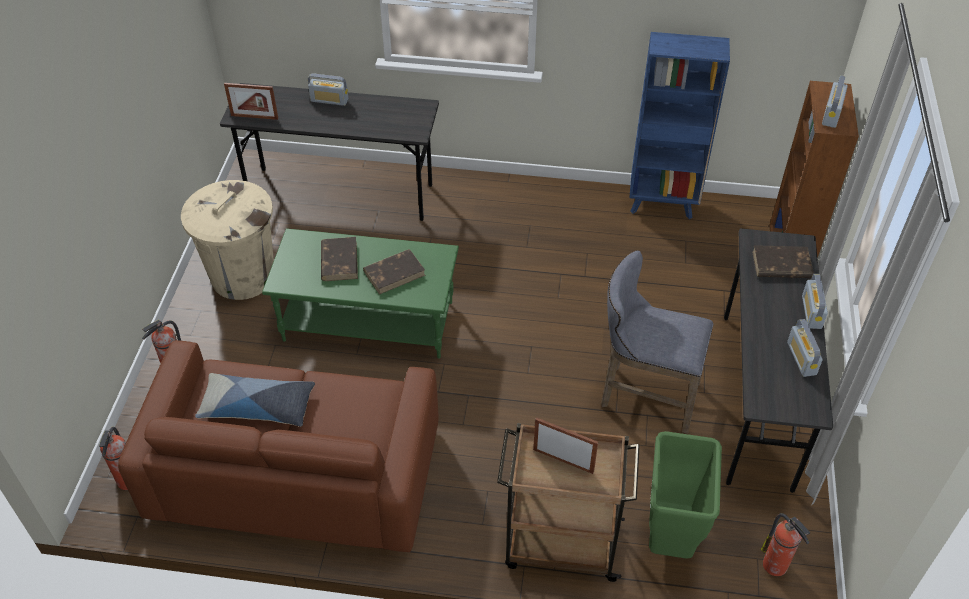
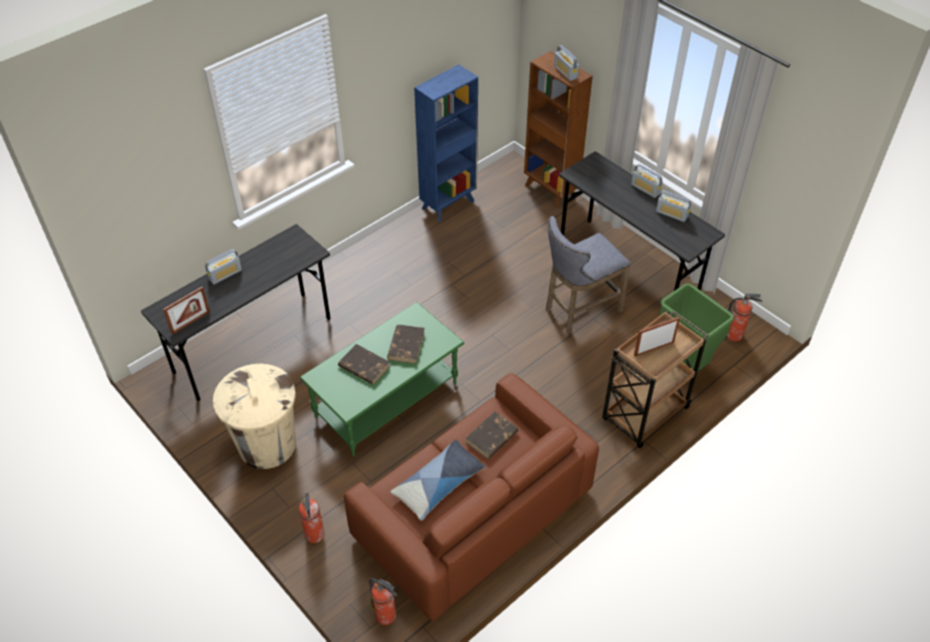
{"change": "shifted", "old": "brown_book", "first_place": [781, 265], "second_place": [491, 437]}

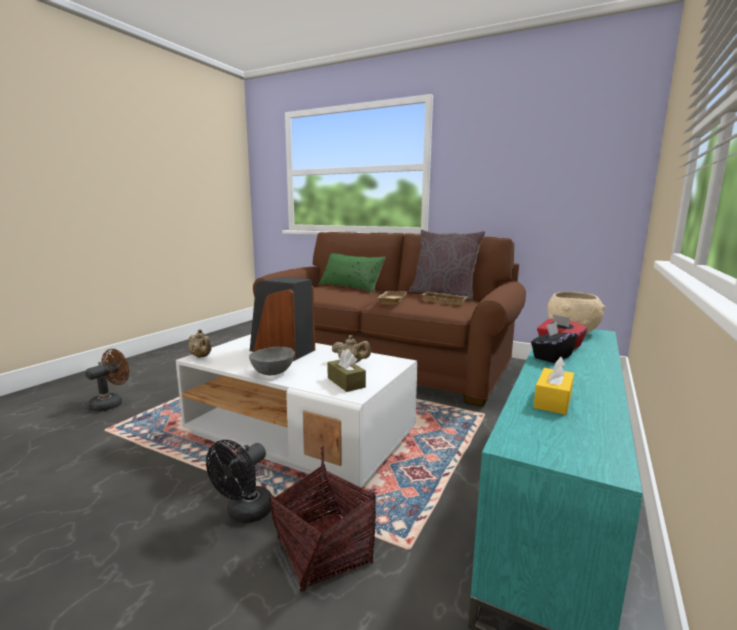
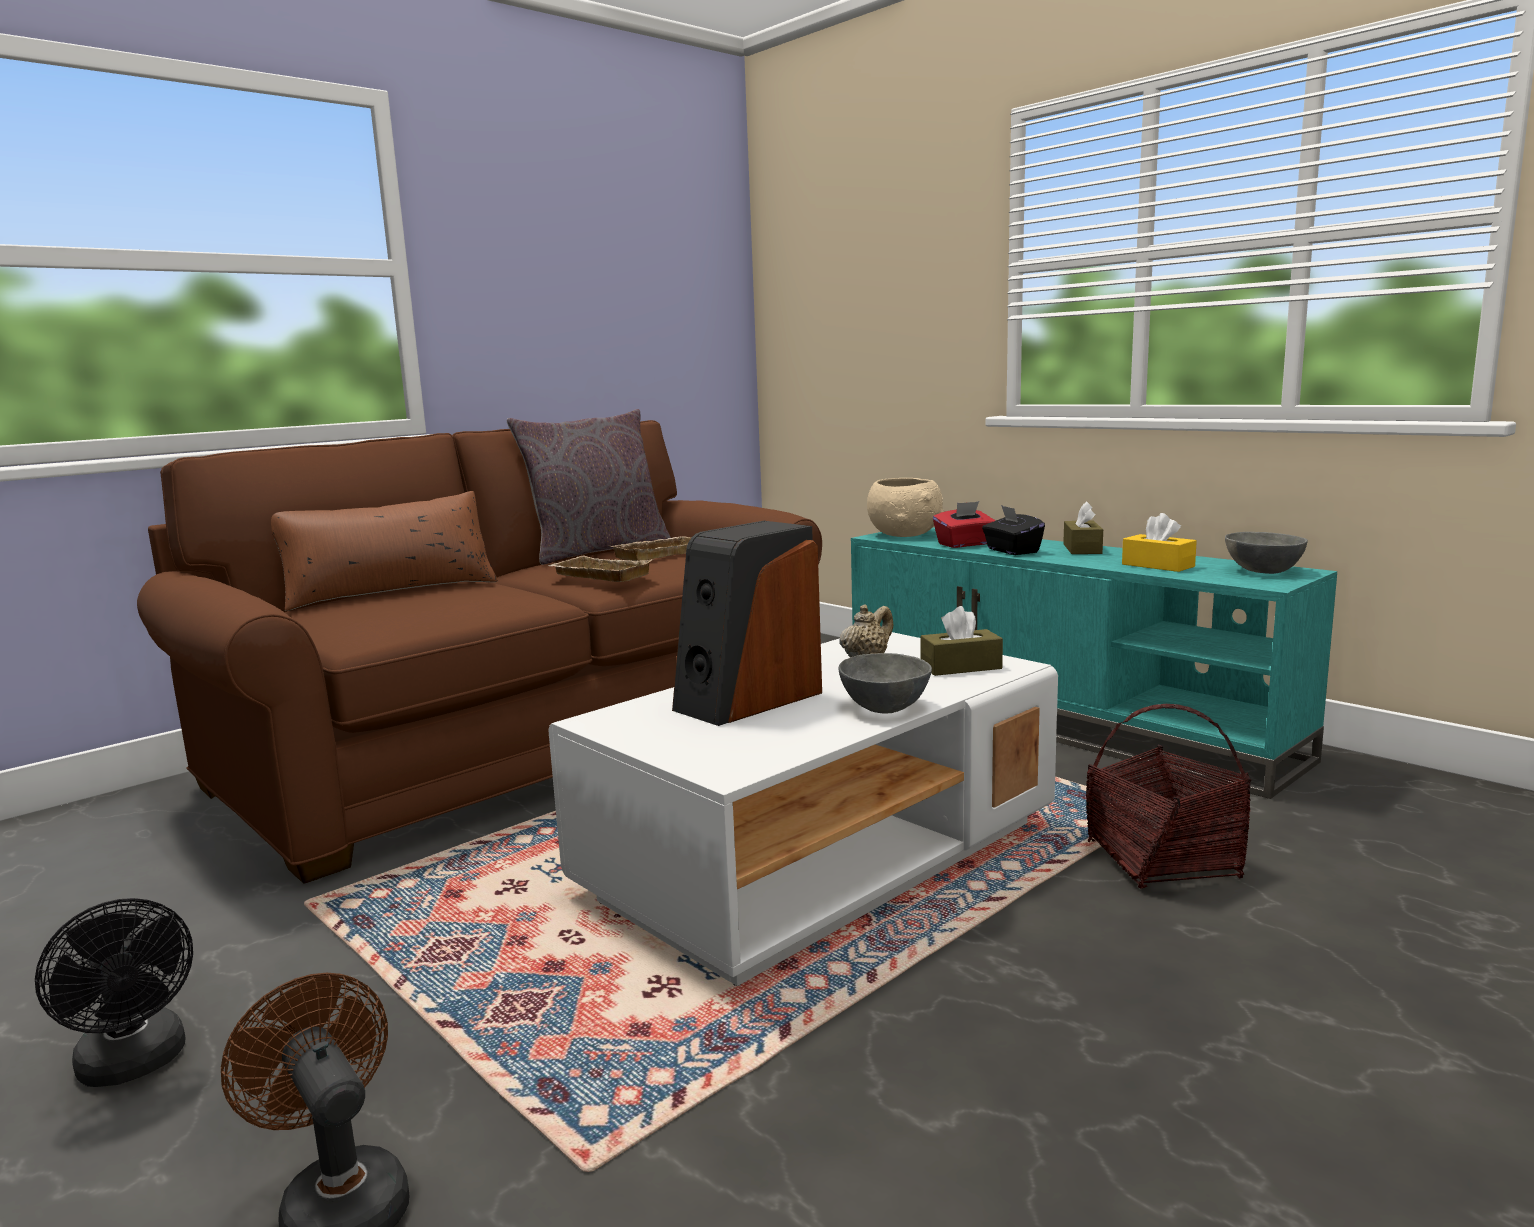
{"change": "shifted", "old": "black_fan", "first_place": [245, 513], "second_place": [136, 1065]}
{"change": "repainted", "old": "green_pillow", "new": "brown_pillow", "first_place": [350, 287], "second_place": [390, 591]}
{"change": "new", "new": "brown_tissue_box", "second_place": [1082, 549]}
{"change": "new", "new": "grey_bowl", "second_place": [1262, 571]}
{"change": "gone", "old": "beige_teapot", "first_place": [201, 356]}

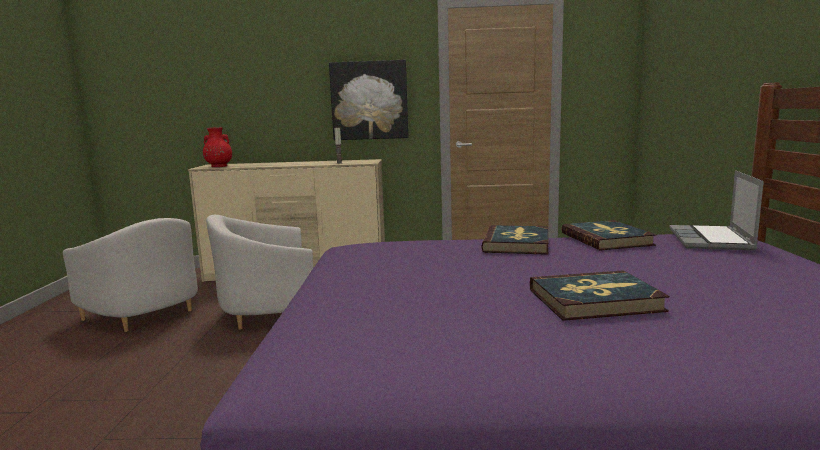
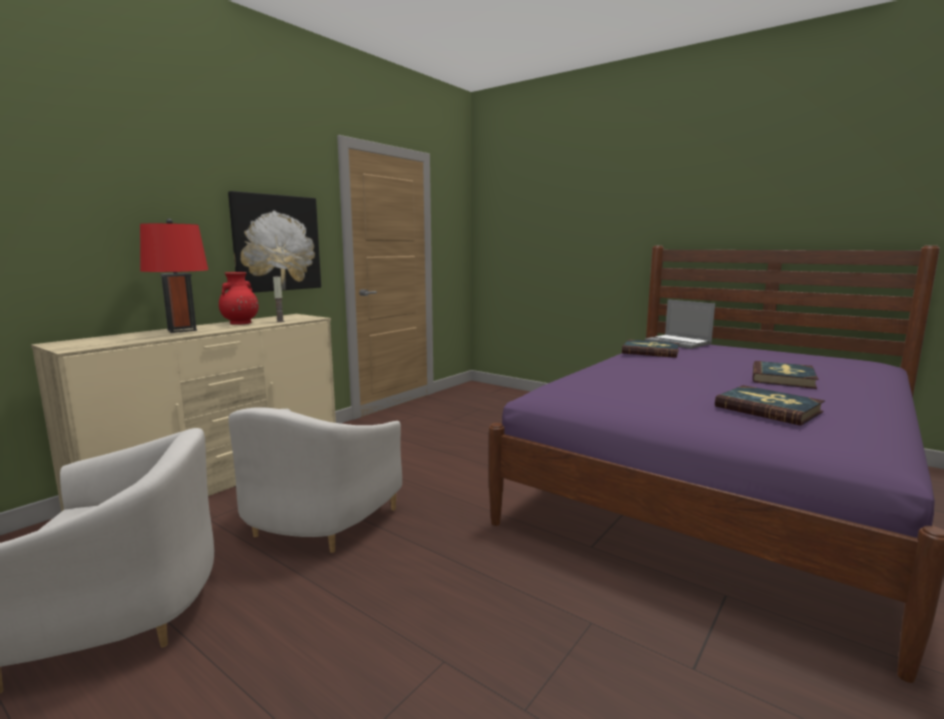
{"change": "new", "new": "red_table_lamp", "second_place": [182, 330]}
{"change": "shifted", "old": "red_vase", "first_place": [218, 166], "second_place": [240, 323]}
{"change": "shifted", "old": "book", "first_place": [517, 244], "second_place": [768, 409]}

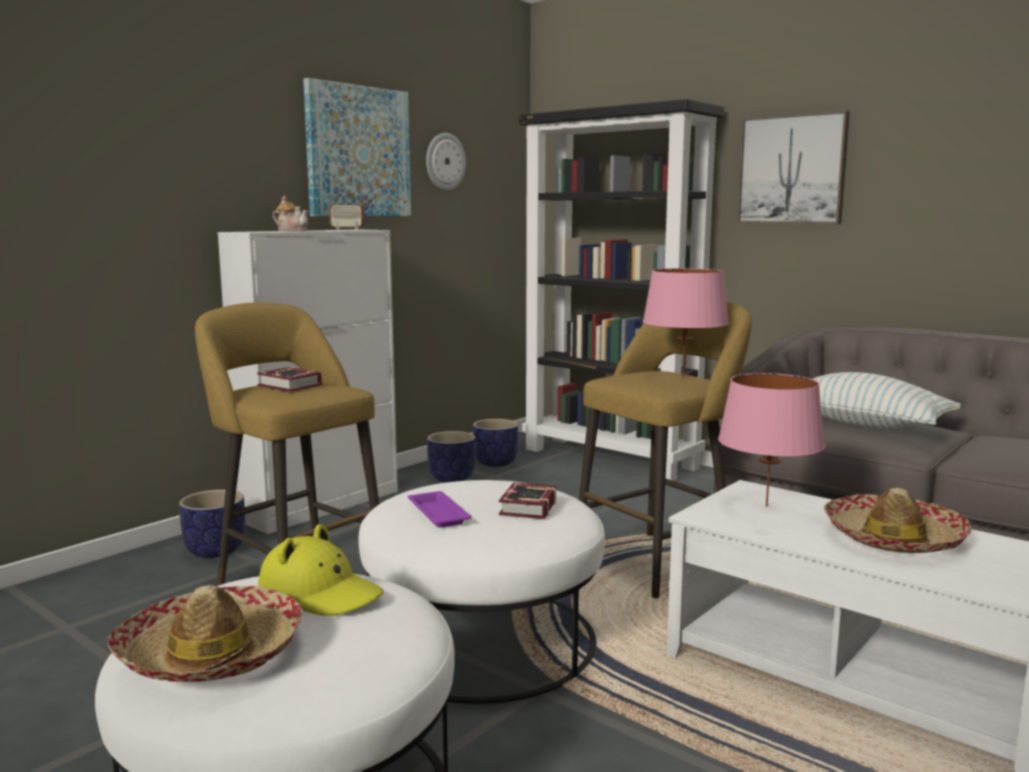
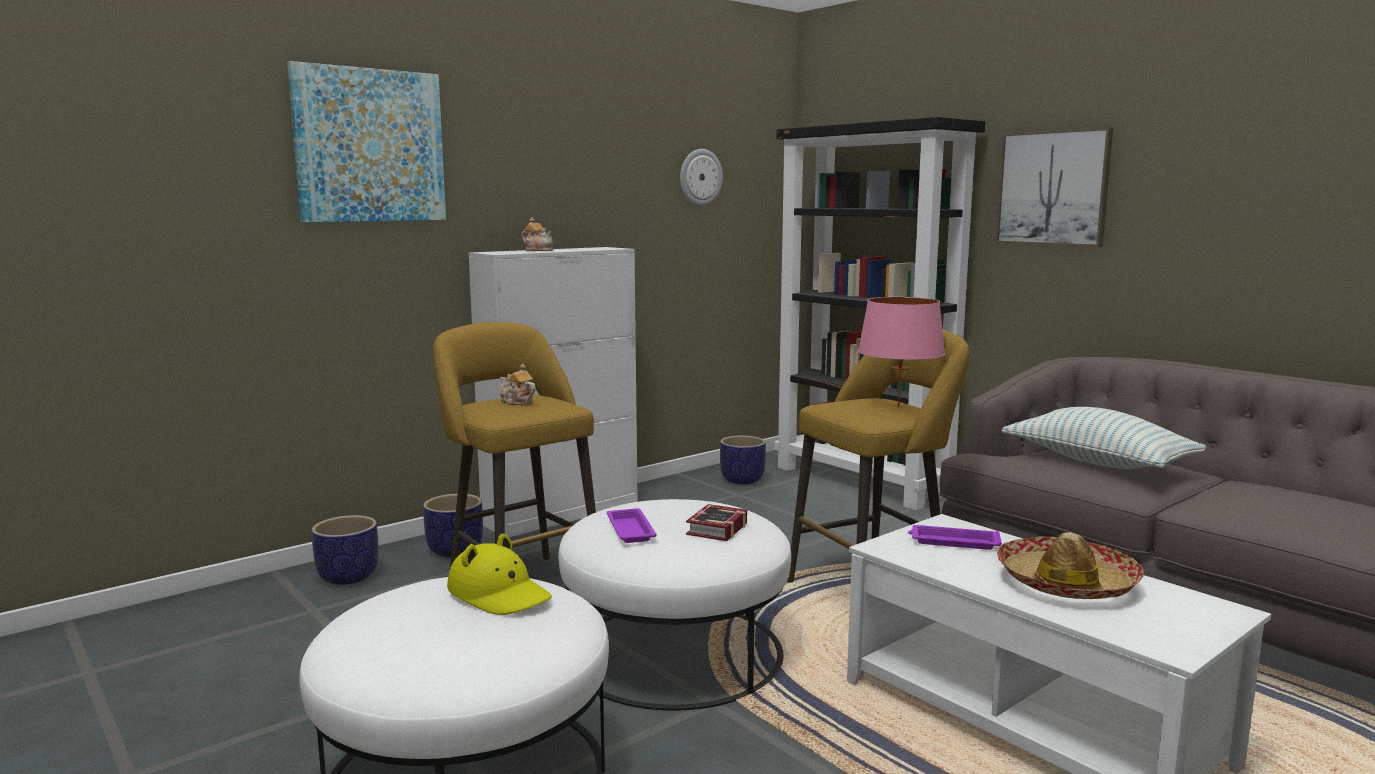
{"change": "shifted", "old": "picture", "first_place": [358, 152], "second_place": [369, 146]}
{"change": "shifted", "old": "planter", "first_place": [452, 478], "second_place": [349, 577]}
{"change": "swapped", "old": "book", "new": "teapot", "first_place": [290, 386], "second_place": [516, 402]}
{"change": "swapped", "old": "pink_table_lamp", "new": "purple_tray", "first_place": [766, 506], "second_place": [953, 542]}
{"change": "gone", "old": "hat", "first_place": [211, 653]}
{"change": "gone", "old": "radio", "first_place": [347, 229]}

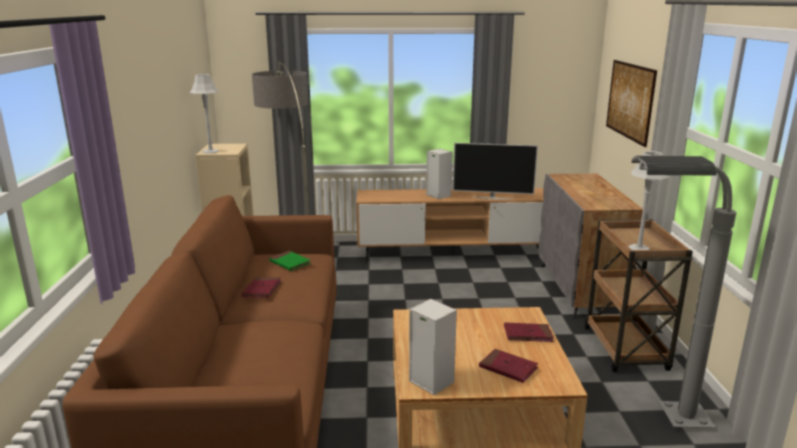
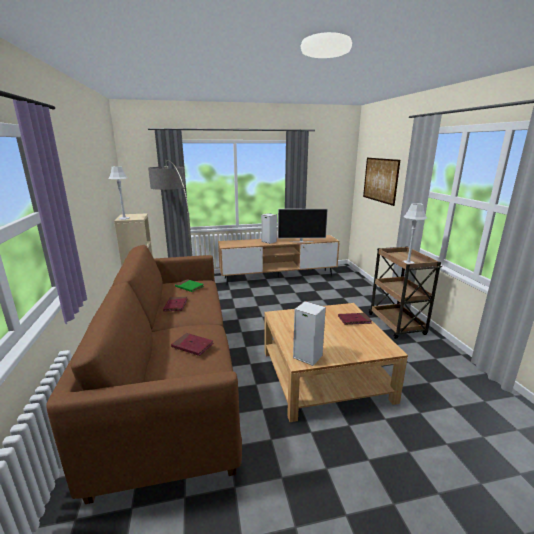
{"change": "shifted", "old": "red_book", "first_place": [508, 368], "second_place": [192, 346]}
{"change": "gone", "old": "grey_cabinet", "first_place": [579, 290]}
{"change": "gone", "old": "grey_floor_lamp", "first_place": [656, 418]}

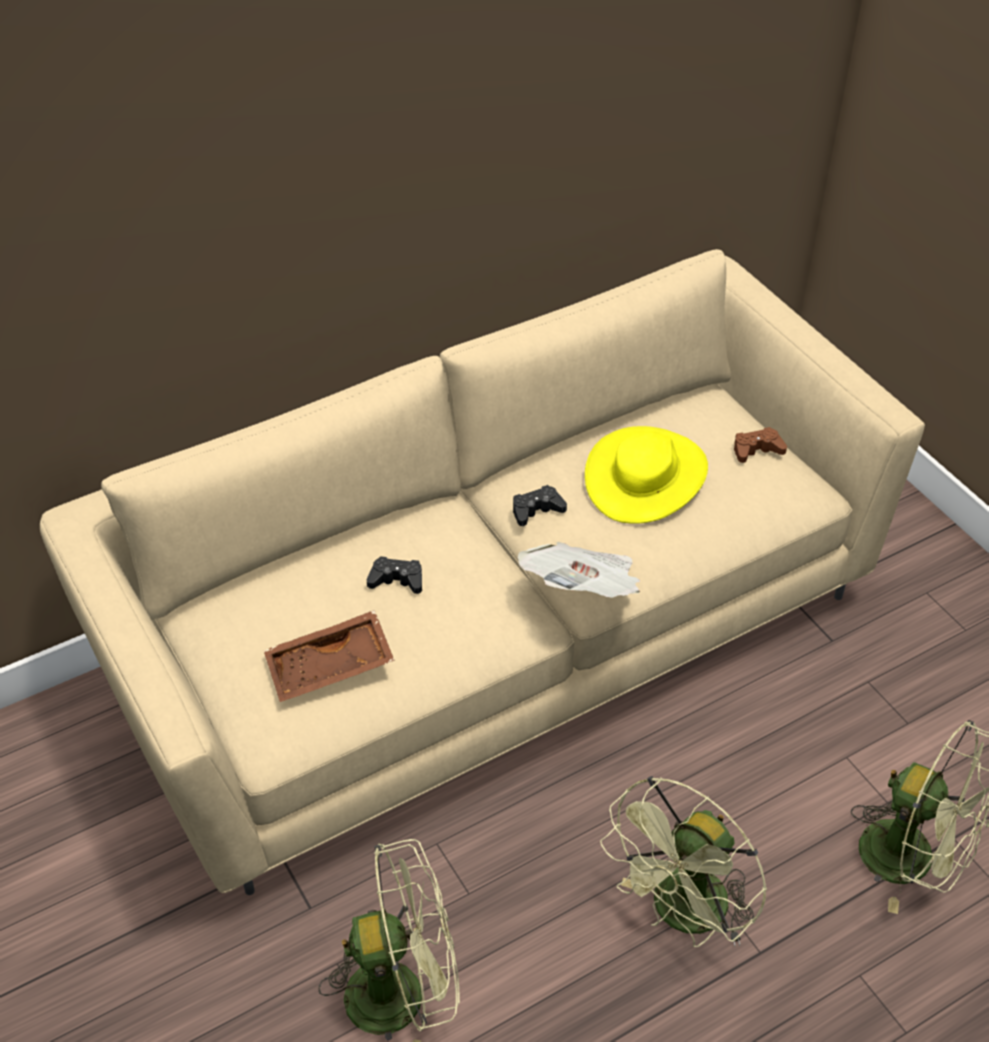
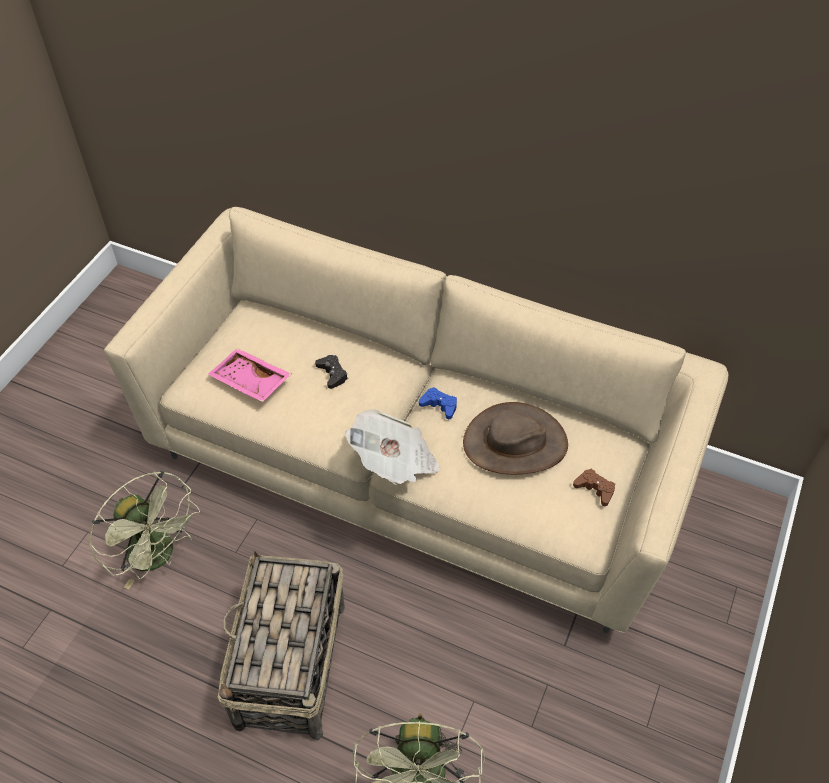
{"change": "repainted", "old": "brown_tray", "new": "pink_tray", "first_place": [330, 668], "second_place": [249, 382]}
{"change": "swapped", "old": "green_fan", "new": "basket", "first_place": [682, 915], "second_place": [290, 666]}
{"change": "repainted", "old": "black_game_controller", "new": "blue_game_controller", "first_place": [536, 510], "second_place": [439, 406]}
{"change": "repainted", "old": "yellow_hat", "new": "brown_hat", "first_place": [646, 477], "second_place": [515, 443]}

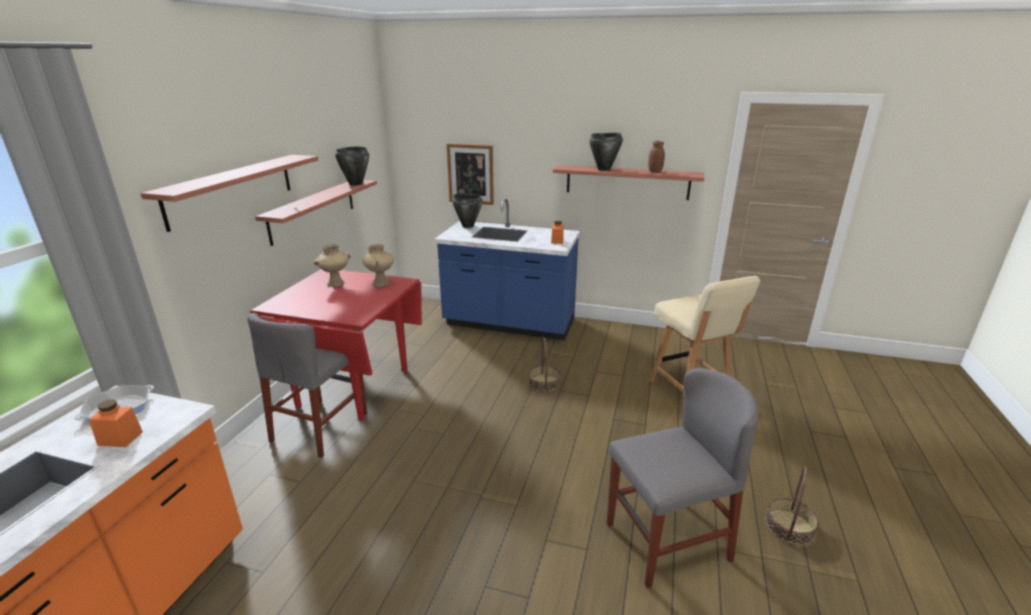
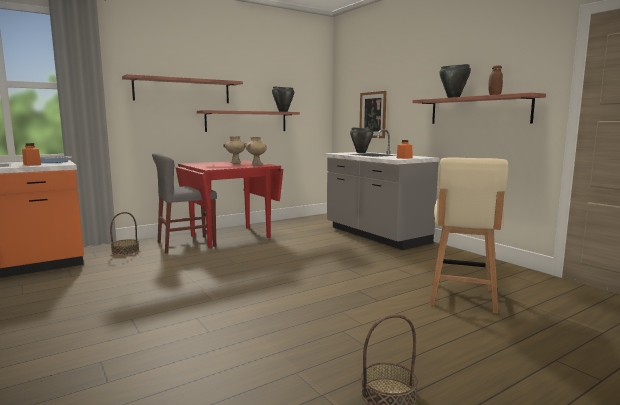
{"change": "shifted", "old": "basket", "first_place": [543, 383], "second_place": [125, 251]}
{"change": "repainted", "old": "blue_counter", "new": "grey_counter", "first_place": [509, 324], "second_place": [375, 235]}
{"change": "gone", "old": "grey_chair", "first_place": [667, 541]}

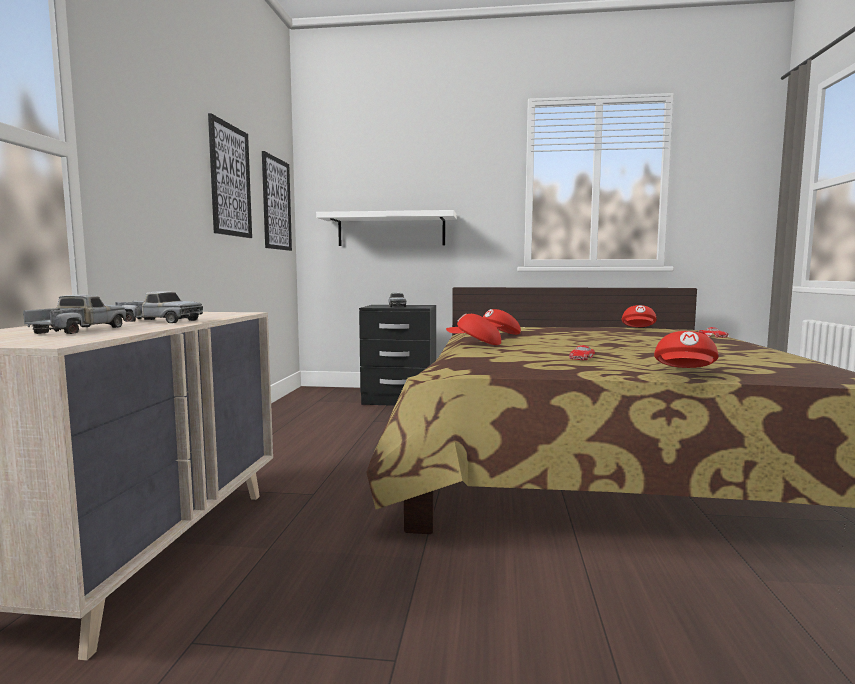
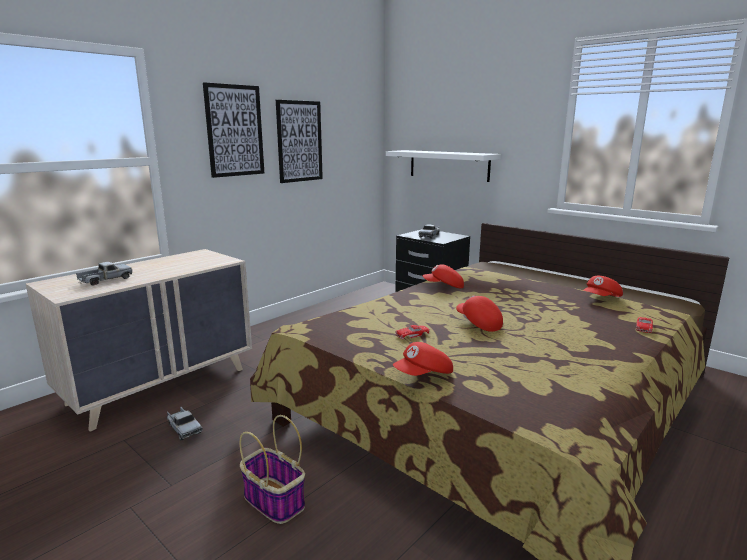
{"change": "shifted", "old": "toy_truck", "first_place": [159, 321], "second_place": [184, 428]}
{"change": "shifted", "old": "picture", "first_place": [276, 204], "second_place": [234, 131]}
{"change": "new", "new": "basket", "second_place": [273, 500]}
{"change": "shifted", "old": "red_cap", "first_place": [474, 343], "second_place": [478, 323]}

